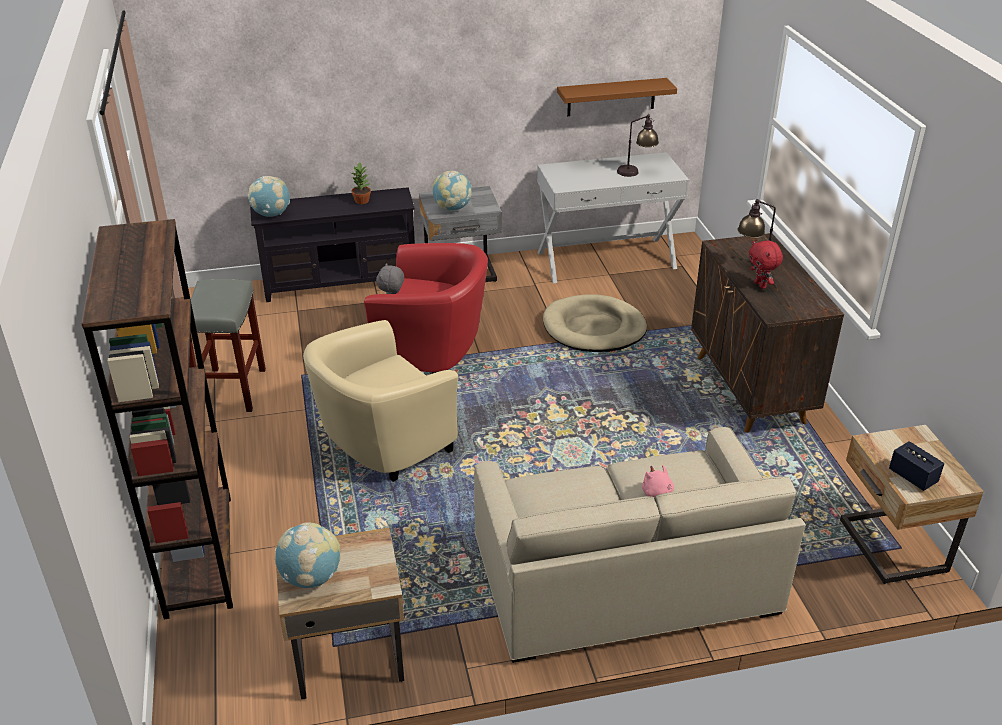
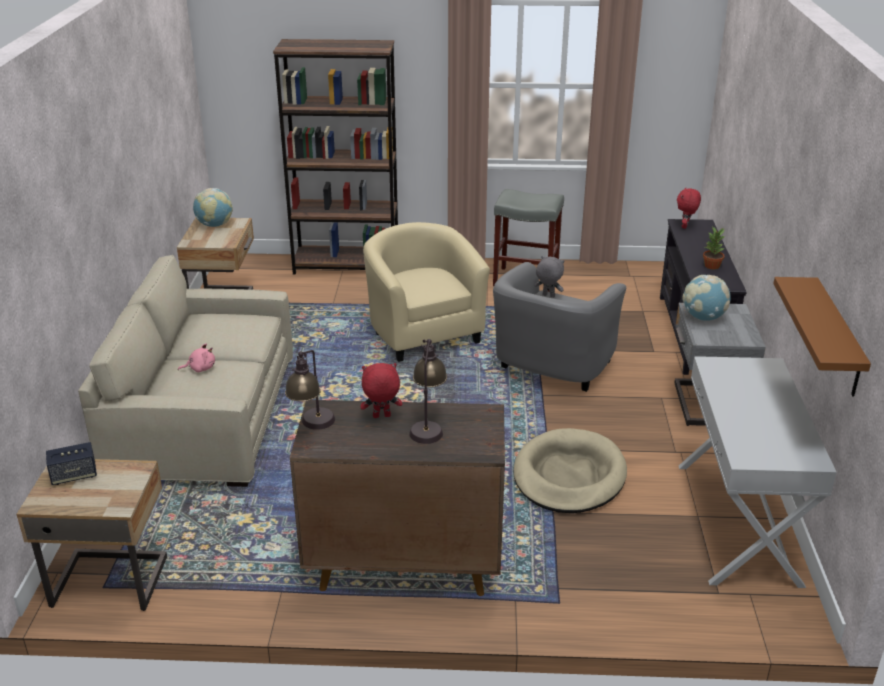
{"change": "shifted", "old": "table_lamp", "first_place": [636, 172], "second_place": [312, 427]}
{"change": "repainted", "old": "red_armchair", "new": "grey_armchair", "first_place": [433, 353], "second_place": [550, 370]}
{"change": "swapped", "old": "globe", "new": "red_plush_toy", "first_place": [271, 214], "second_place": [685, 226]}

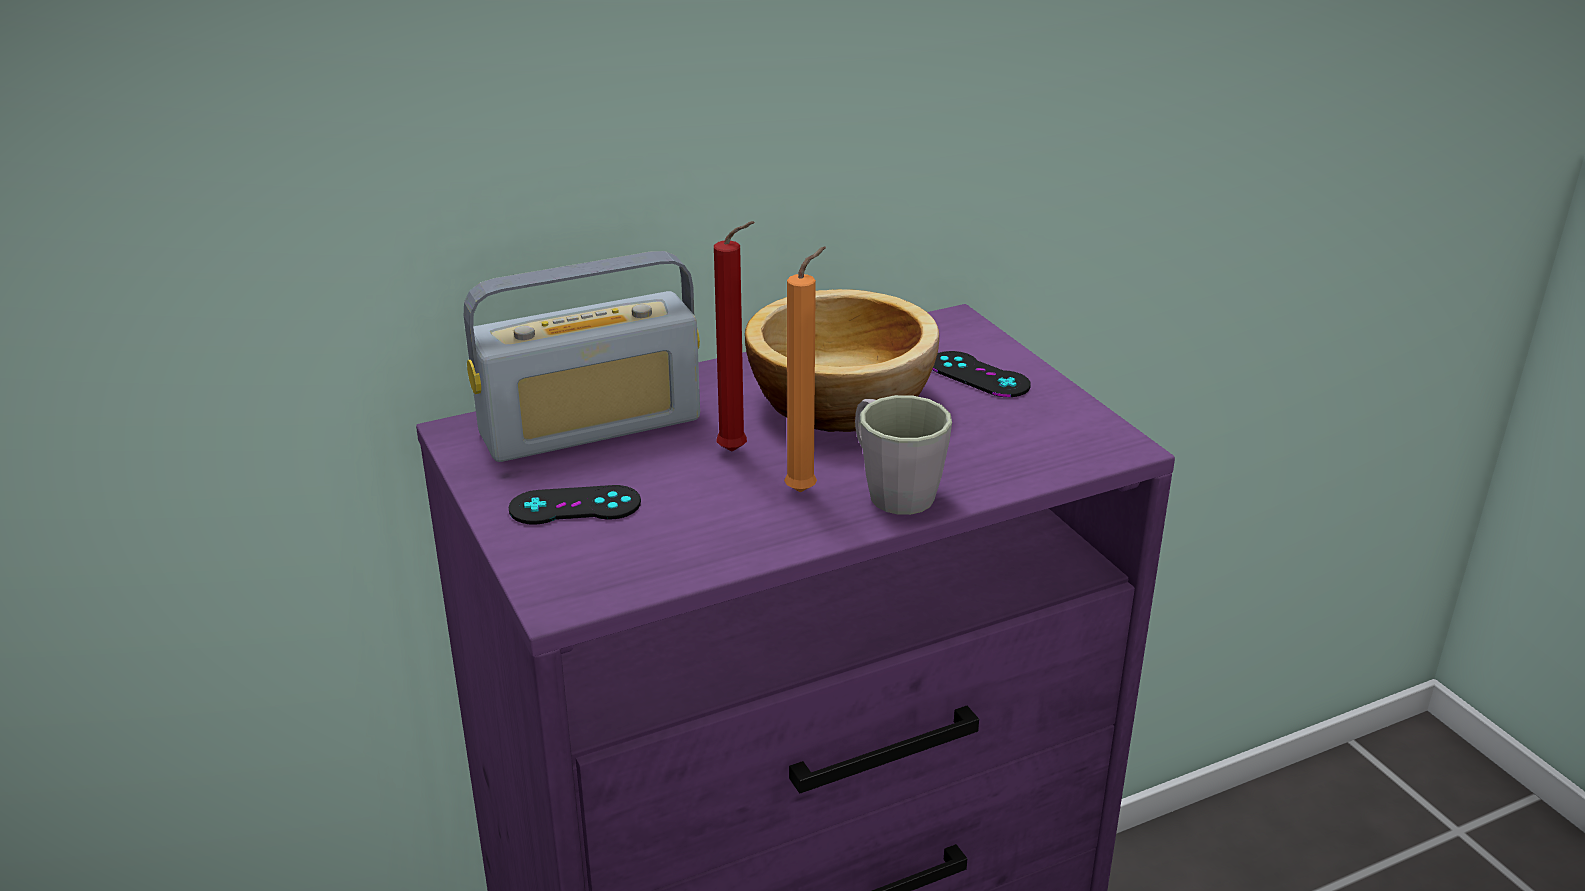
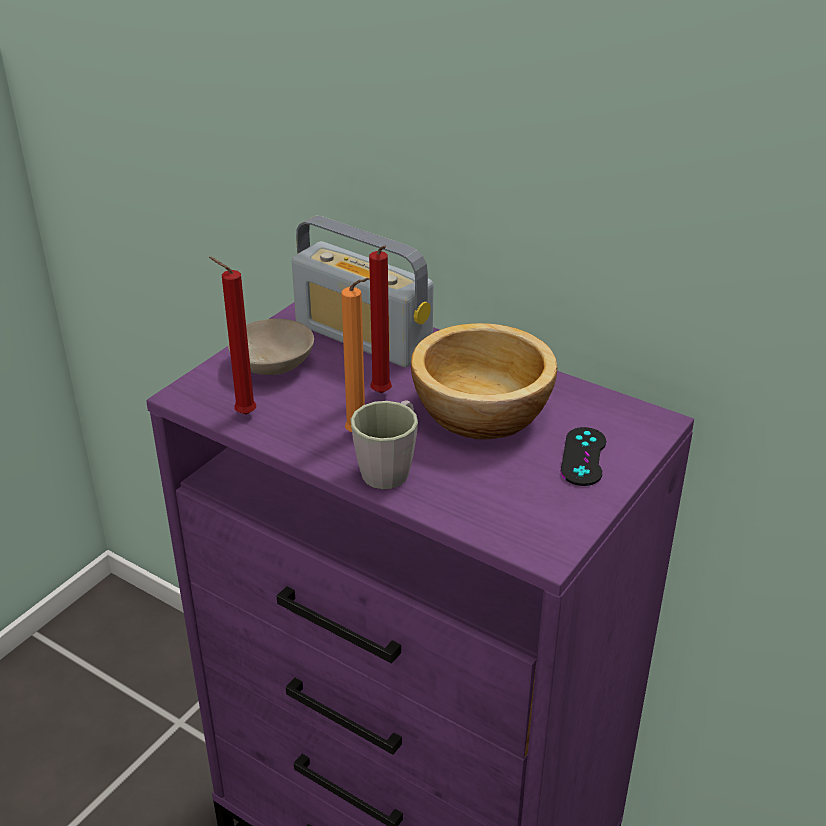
{"change": "new", "new": "red_candle", "second_place": [242, 414]}
{"change": "swapped", "old": "black_game_controller", "new": "beige_bowl", "first_place": [575, 506], "second_place": [275, 364]}

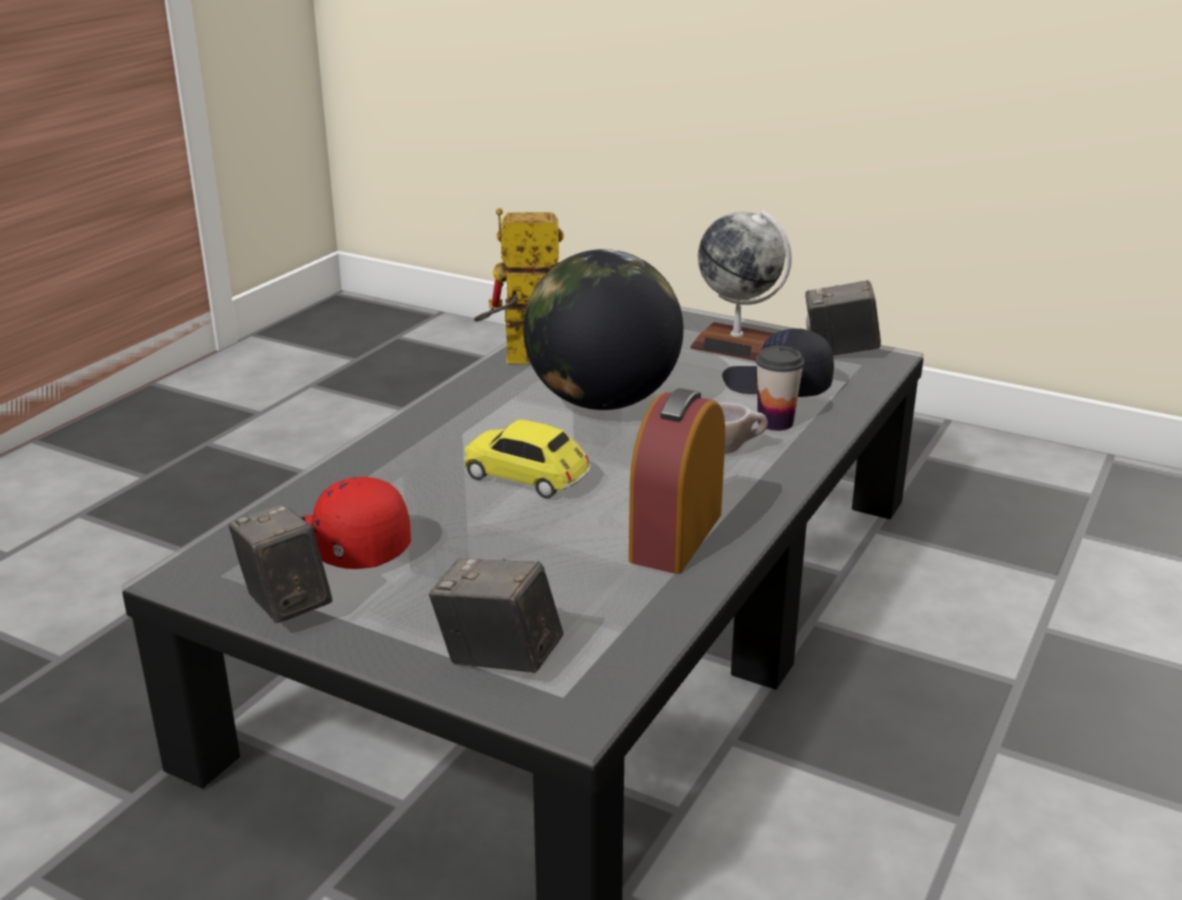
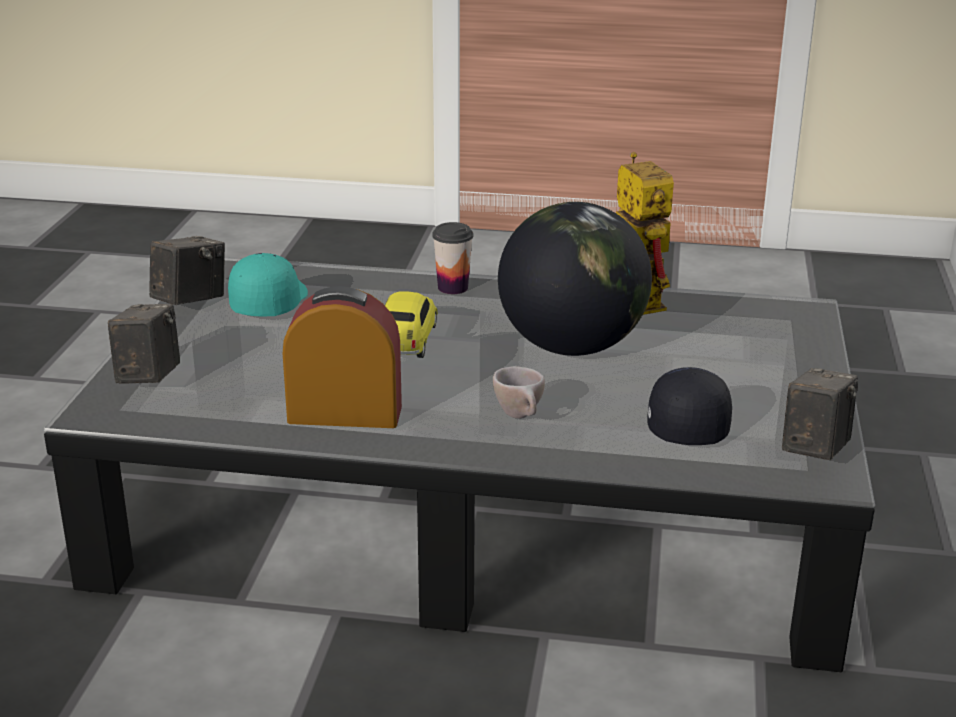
{"change": "repainted", "old": "red_cap", "new": "turquoise_cap", "first_place": [346, 547], "second_place": [268, 302]}
{"change": "shifted", "old": "cup", "first_place": [775, 422], "second_place": [453, 288]}
{"change": "rotated", "old": "photo_camera", "first_place": [839, 352], "second_place": [815, 449], "degrees": 45}
{"change": "gone", "old": "globe", "first_place": [736, 345]}

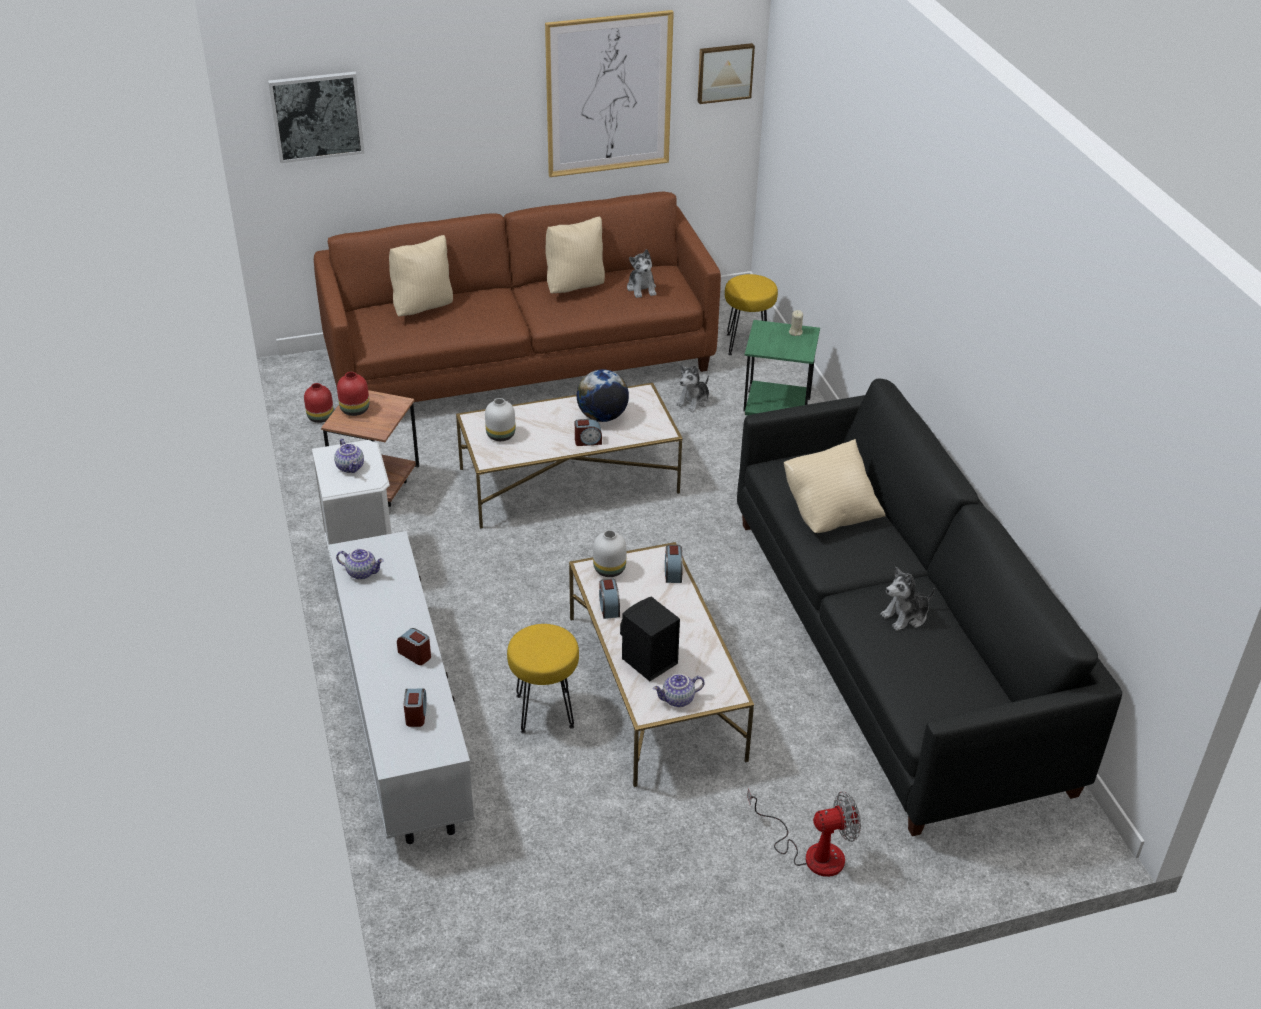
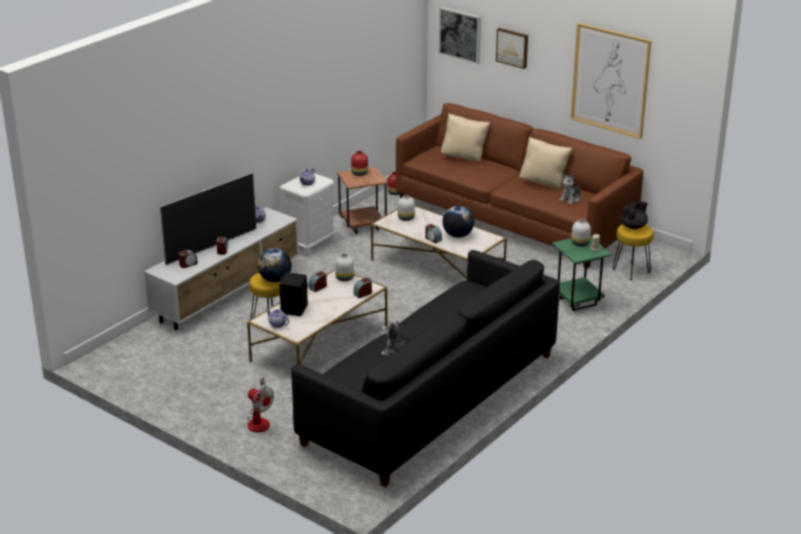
{"change": "new", "new": "television", "second_place": [211, 246]}
{"change": "new", "new": "globe", "second_place": [275, 280]}
{"change": "shifted", "old": "picture", "first_place": [724, 72], "second_place": [512, 47]}
{"change": "new", "new": "white_vase", "second_place": [580, 243]}
{"change": "new", "new": "black_teapot", "second_place": [633, 227]}
{"change": "gone", "old": "plush_toy", "first_place": [694, 401]}
{"change": "gone", "old": "beige_pillow", "first_place": [830, 511]}

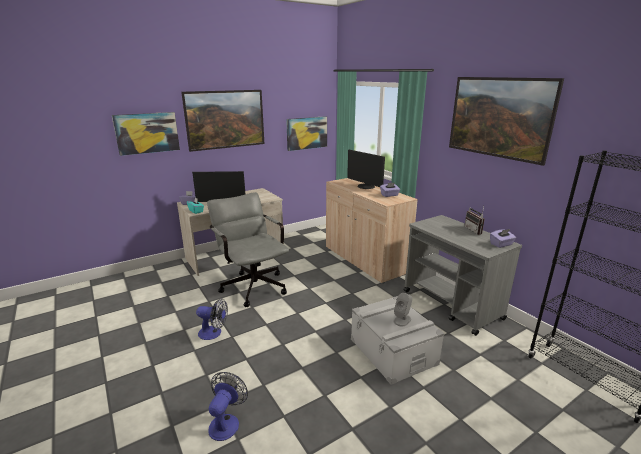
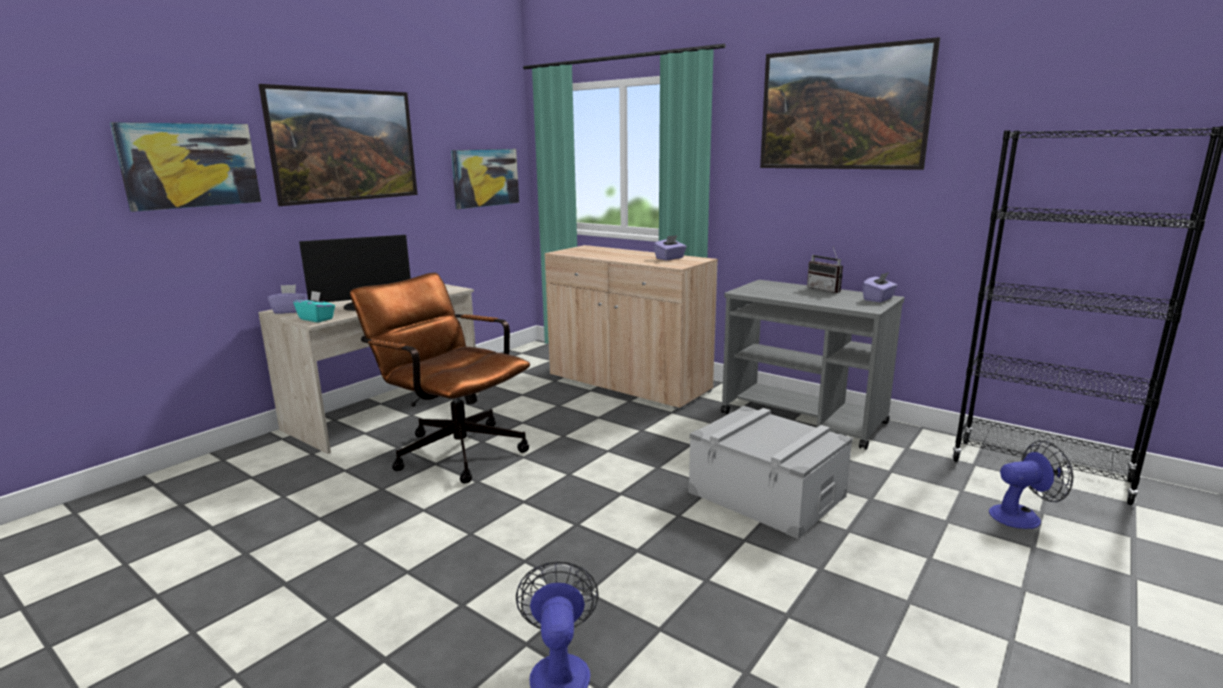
{"change": "repainted", "old": "grey_office_chair", "new": "brown_office_chair", "first_place": [252, 285], "second_place": [453, 449]}
{"change": "shifted", "old": "fan", "first_place": [214, 333], "second_place": [1022, 516]}
{"change": "gone", "old": "monitor", "first_place": [365, 187]}
{"change": "gone", "old": "grey_speaker", "first_place": [402, 320]}

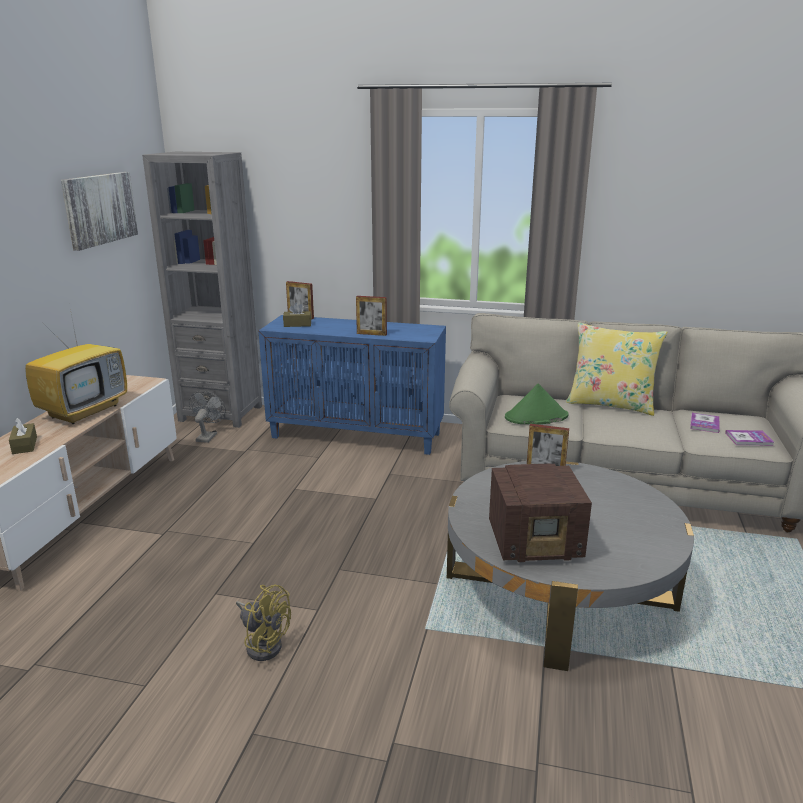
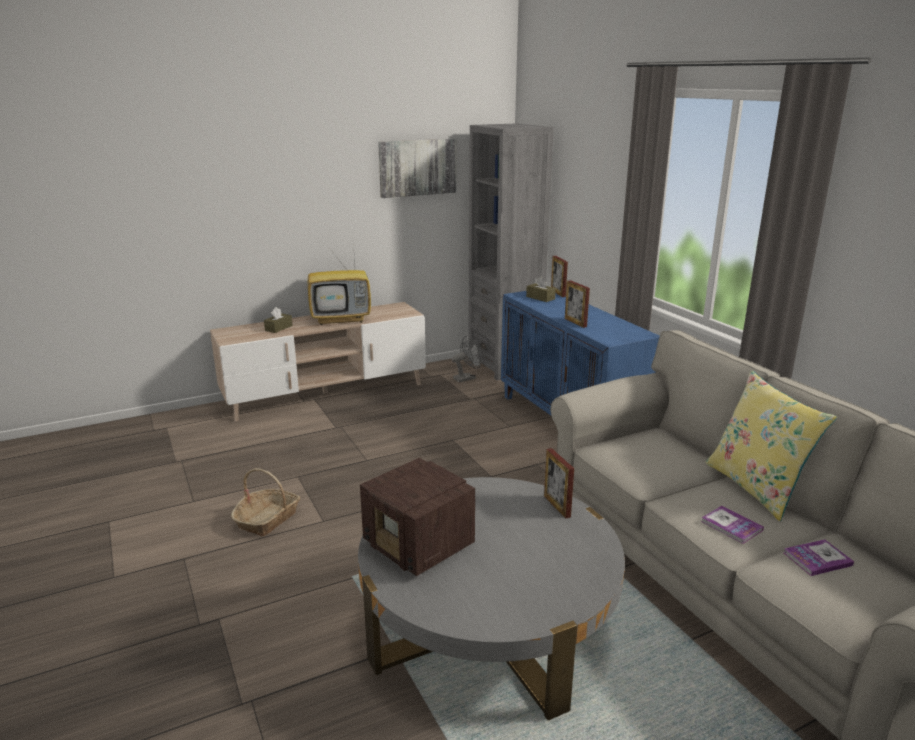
{"change": "swapped", "old": "yellow_fan", "new": "basket", "first_place": [263, 643], "second_place": [267, 519]}
{"change": "shifted", "old": "book", "first_place": [749, 439], "second_place": [731, 526]}
{"change": "gone", "old": "green_hat", "first_place": [536, 417]}

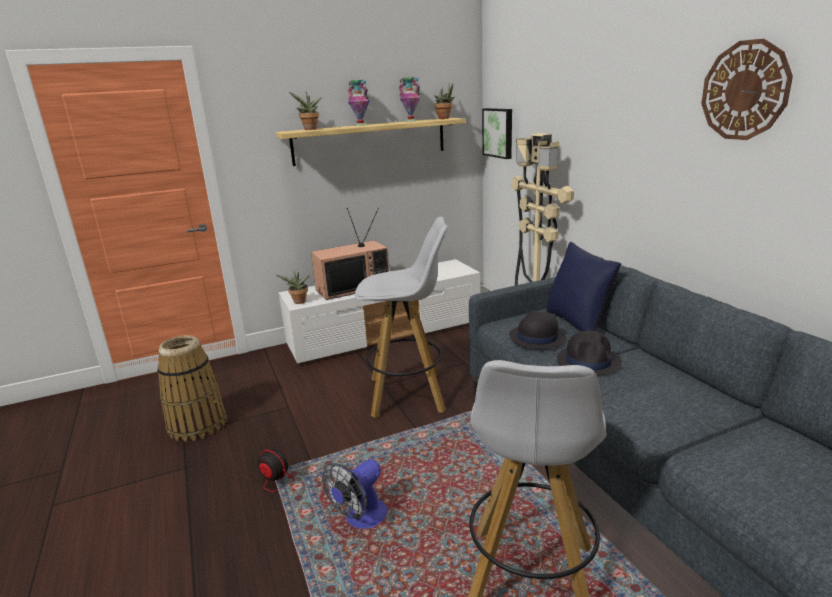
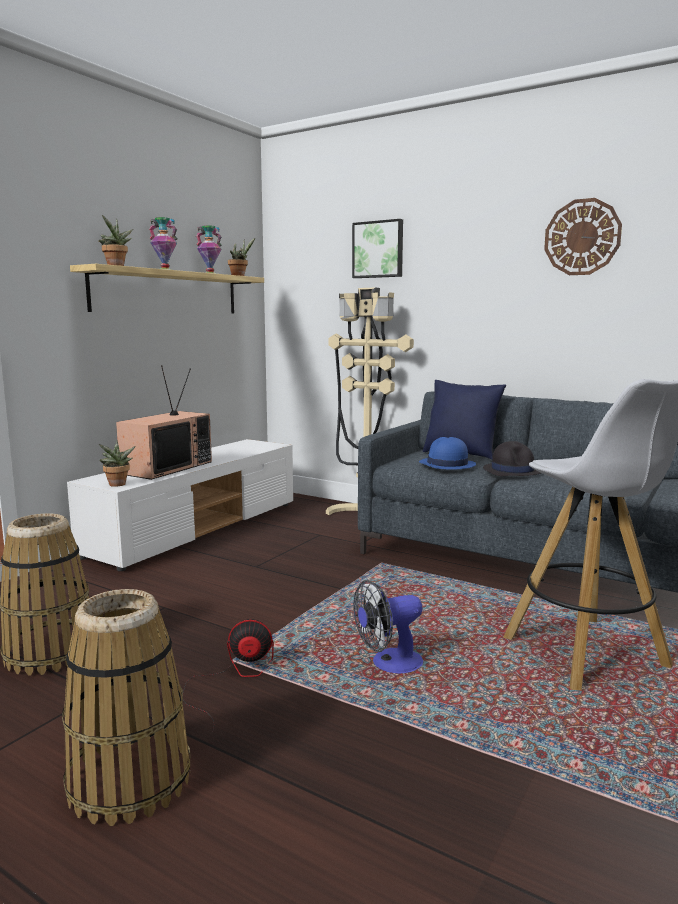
{"change": "new", "new": "basket", "second_place": [130, 781]}
{"change": "shifted", "old": "picture", "first_place": [499, 132], "second_place": [378, 249]}
{"change": "rotated", "old": "fan", "first_place": [360, 519], "second_place": [389, 664], "degrees": 60}
{"change": "repainted", "old": "black_hat", "new": "blue_hat", "first_place": [536, 337], "second_place": [447, 464]}
{"change": "gone", "old": "white_stool", "first_place": [408, 394]}

